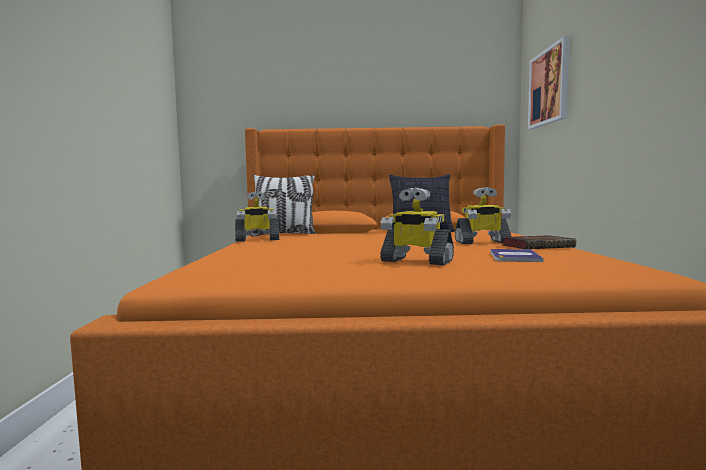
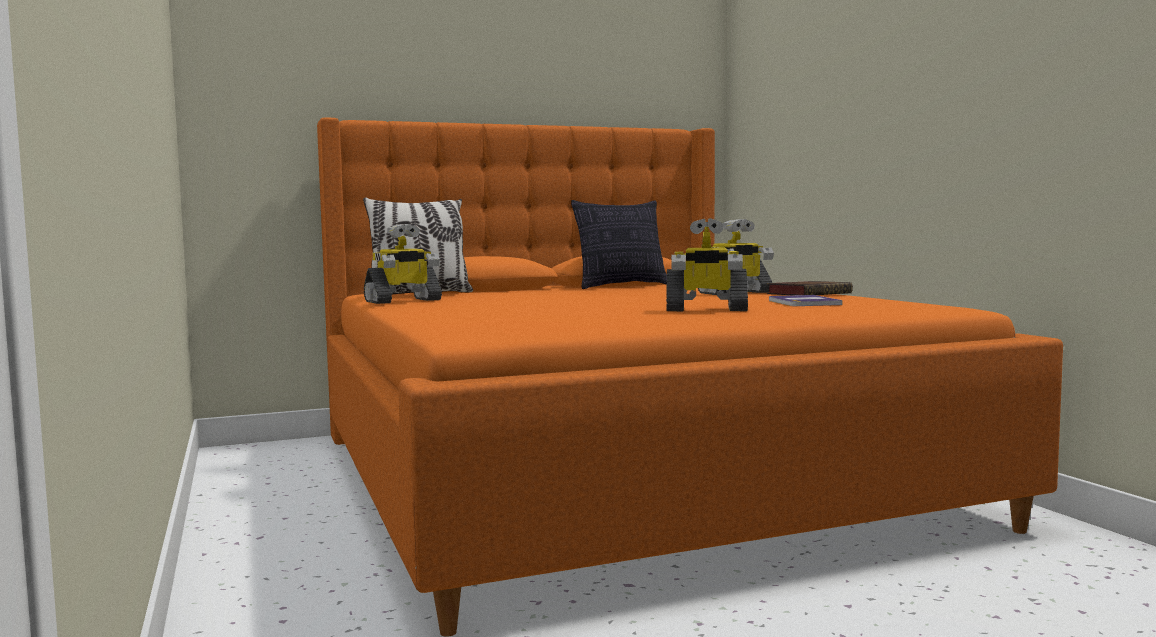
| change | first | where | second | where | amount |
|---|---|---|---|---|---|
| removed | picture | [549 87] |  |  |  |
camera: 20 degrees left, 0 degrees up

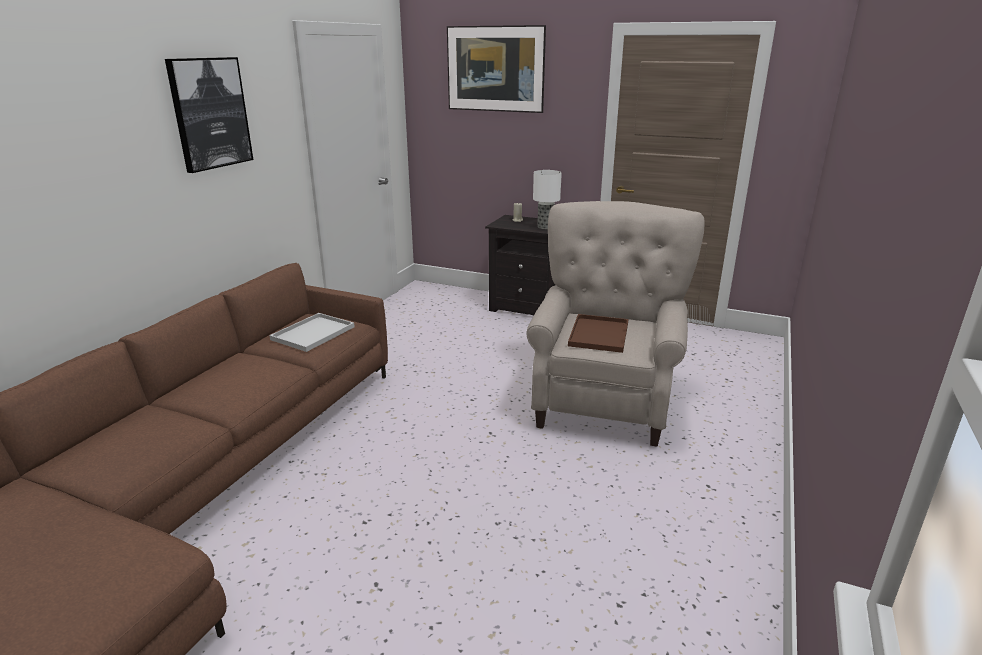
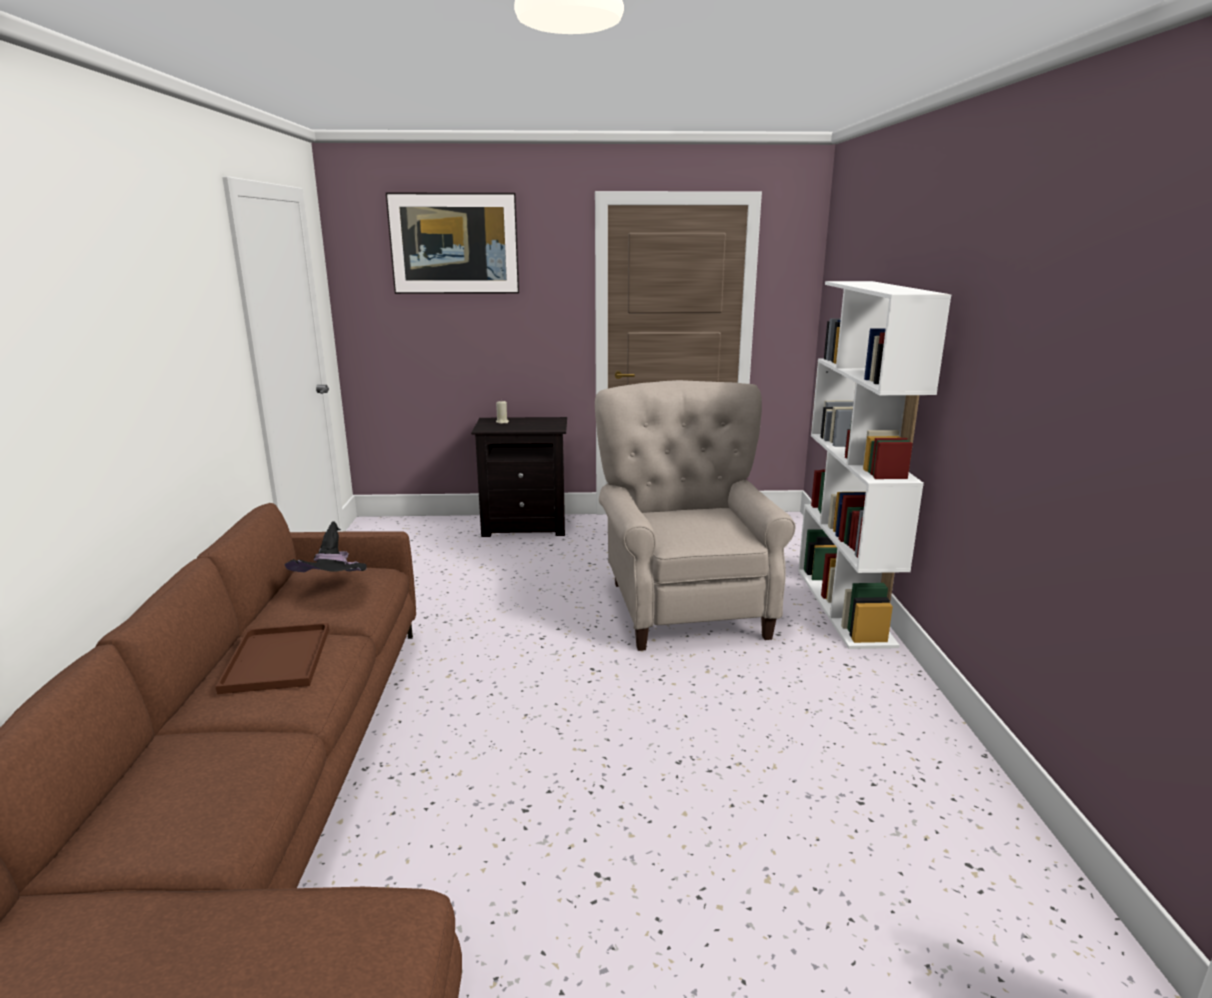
| change | first | where | second | where | amount |
|---|---|---|---|---|---|
| removed | picture | [210 113] |  |  |  |
| replaced | white tray | [312 334] | black hat | [335 592] |  |
| removed | table lamp | [545 227] |  |  |  |
| moved | brown tray | [599 335] |  | [278 660] |  |
| added |  |  | white bookcase | [844 606] |  |
camera: 25 degrees left, 5 degrees down

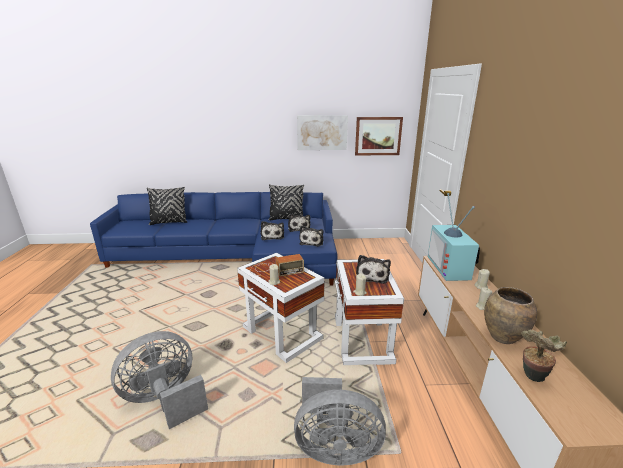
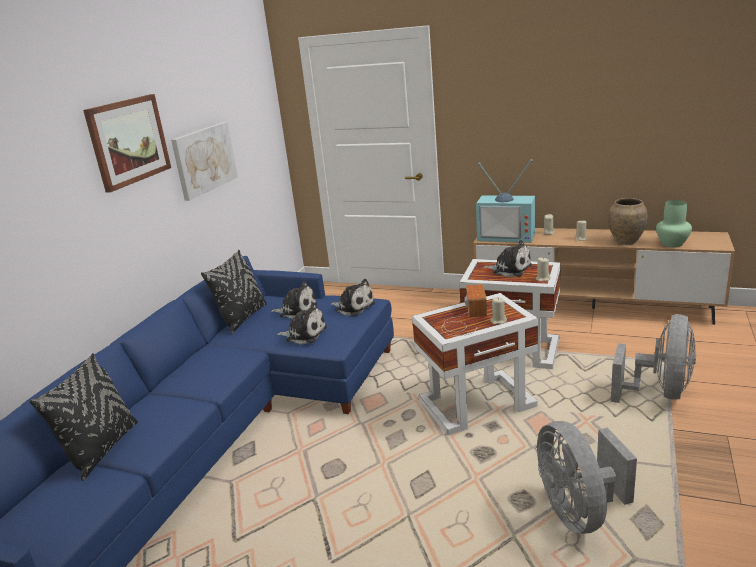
| change | first | where | second | where | amount |
|---|---|---|---|---|---|
| moved | picture | [378 136] |  | [128 141] |  |
| replaced | potted plant | [531 377] | green vase | [672 244] |  |
camera: 65 degrees left, 0 degrees up

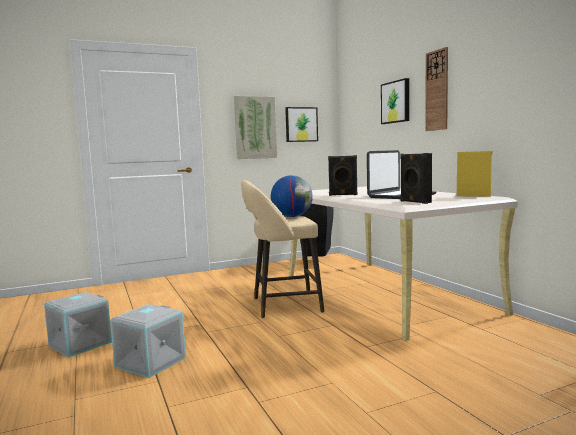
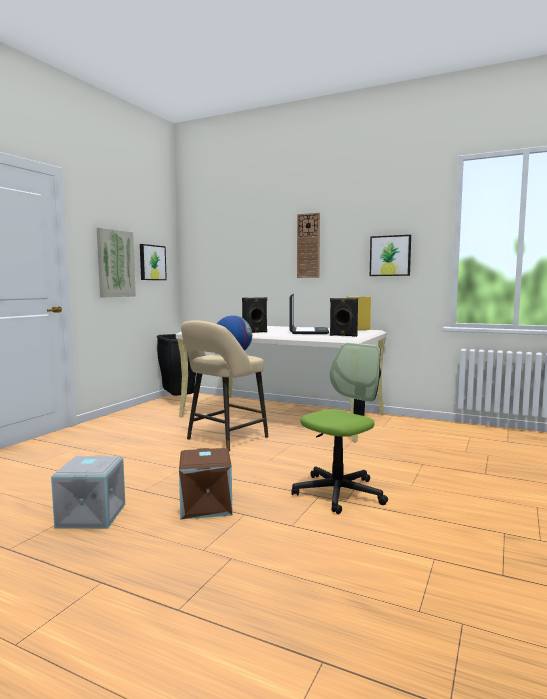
| change | first | where | second | where | amount |
|---|---|---|---|---|---|
| recoloured | grey storage box | [151 362] | brown storage box | [207 506] |  |
| moved | picture | [396 102] |  | [390 256] |  |
| added |  |  | office chair | [339 493] |  |
camera: 40 degrees left, 0 degrees up

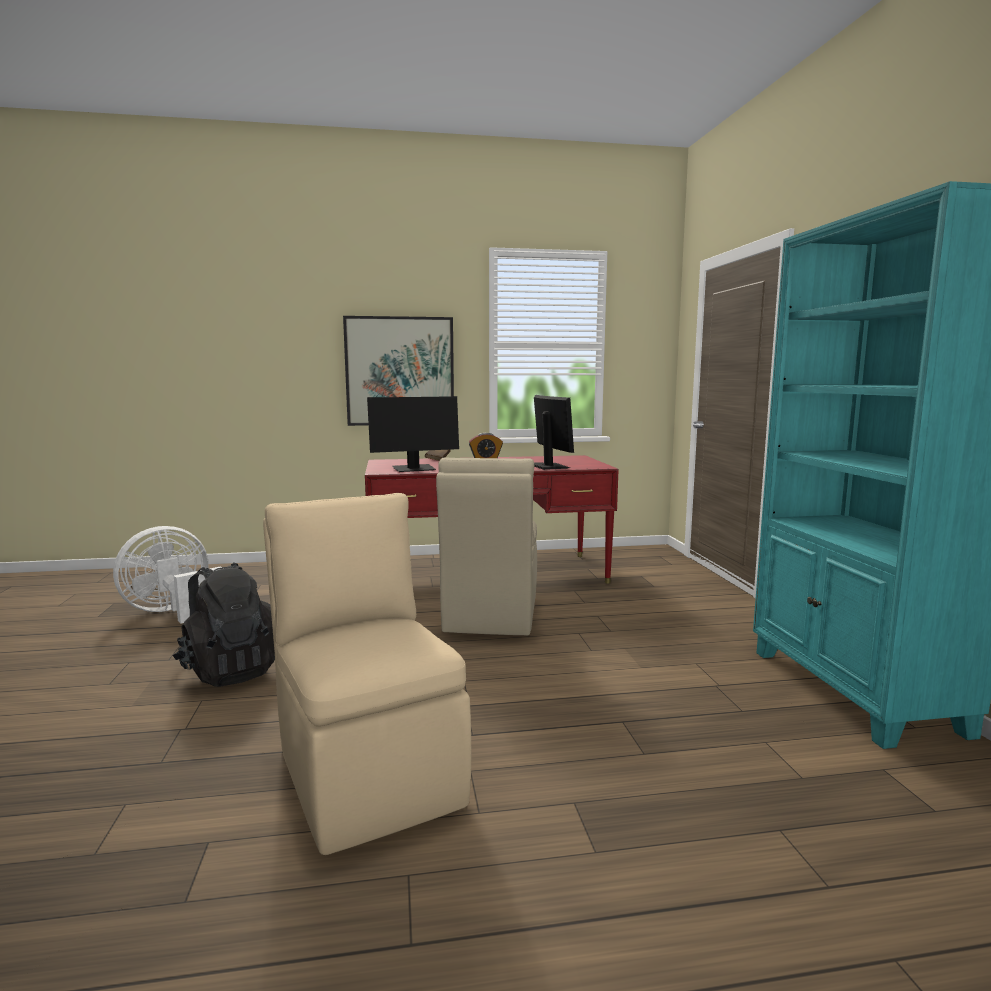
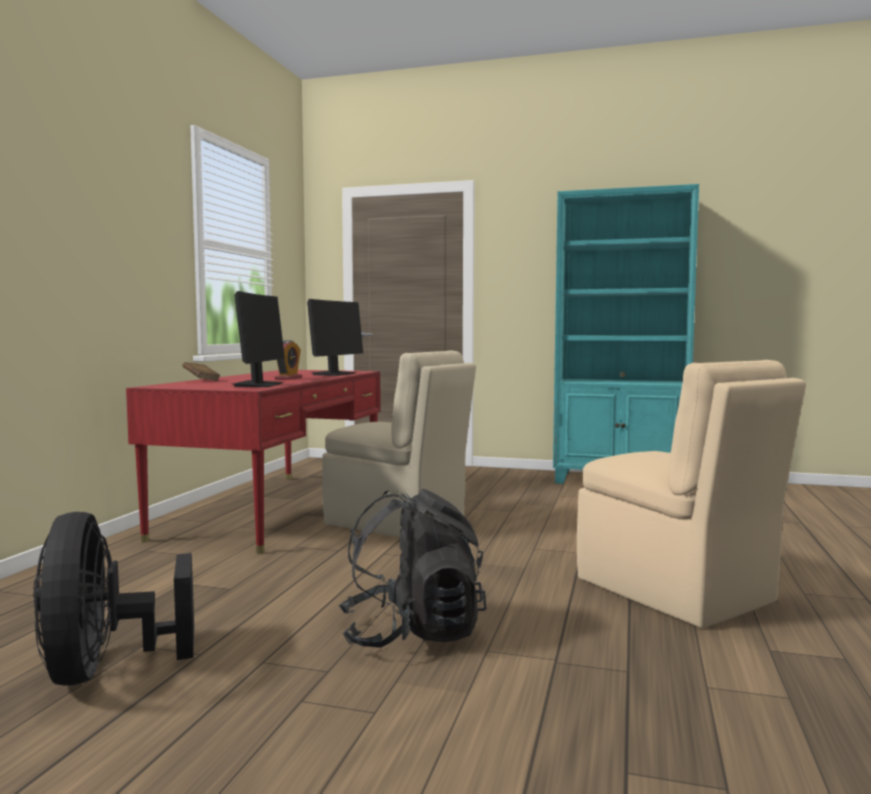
| change | first | where | second | where | amount |
|---|---|---|---|---|---|
| recoloured | white fan | [174 612] | black fan | [105 669] |  |
| turned | beige chair | [368 773] |  | [677 592] | 120 degrees counterclockwise |
| removed | picture | [400 371] |  |  |  |
| turned | monitor | [549 466] |  | [334 374] | 105 degrees clockwise |
camera: 65 degrees left, 5 degrees down

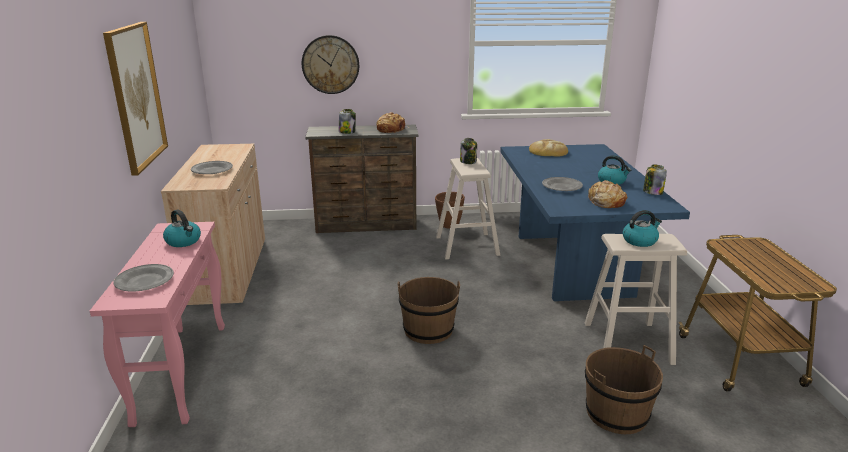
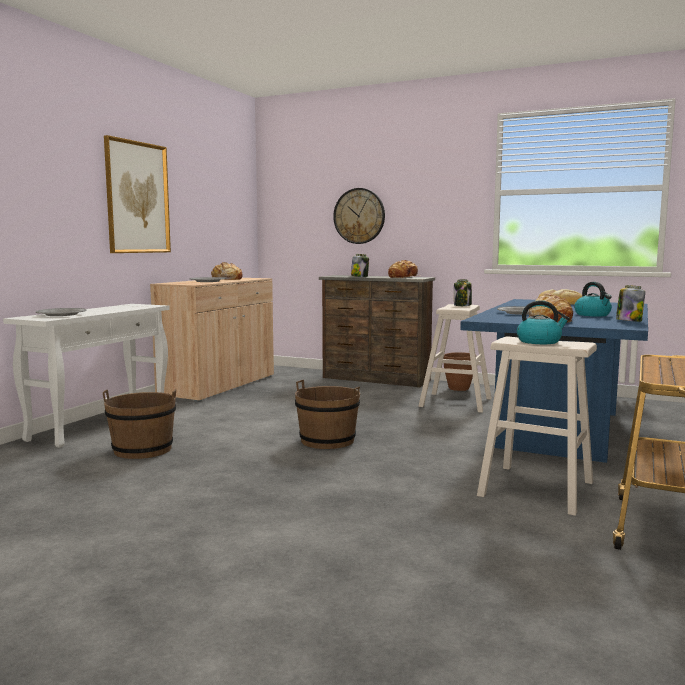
| change | first | where | second | where | amount |
|---|---|---|---|---|---|
| recoloured | pink console table | [182 371] | white console table | [101 424] |  |
| removed | kettle | [184 241] |  |  |  |
| moved | brown bucket | [617 414] |  | [142 450] |  |
| added |  |  | bread | [226 279] |  |
camera: 30 degrees right, 15 degrees down

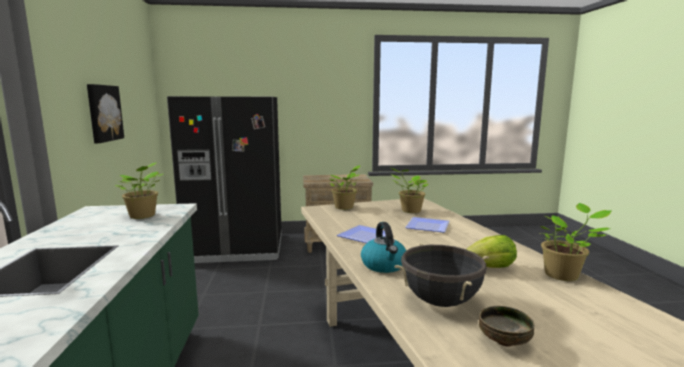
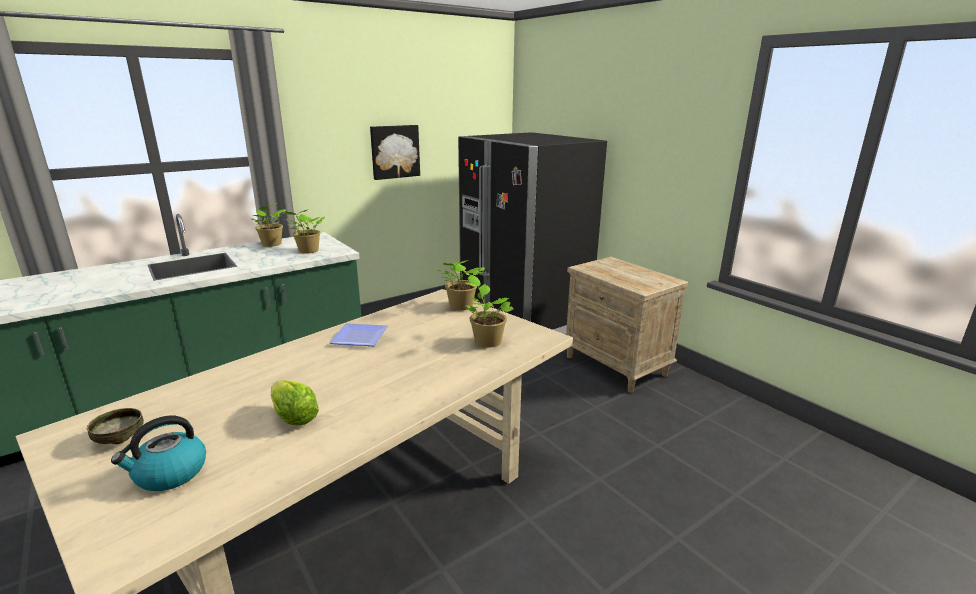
| change | first | where | second | where | amount |
|---|---|---|---|---|---|
| moved | kettle | [384 265] |  | [170 474] |  |
| removed | black cooking pot | [440 301] |  |  |  |
| removed | plate | [429 226] |  |  |  |
| moved | potted plant | [564 275] |  | [271 244] |  |
camera: 60 degrees right, 10 degrees up

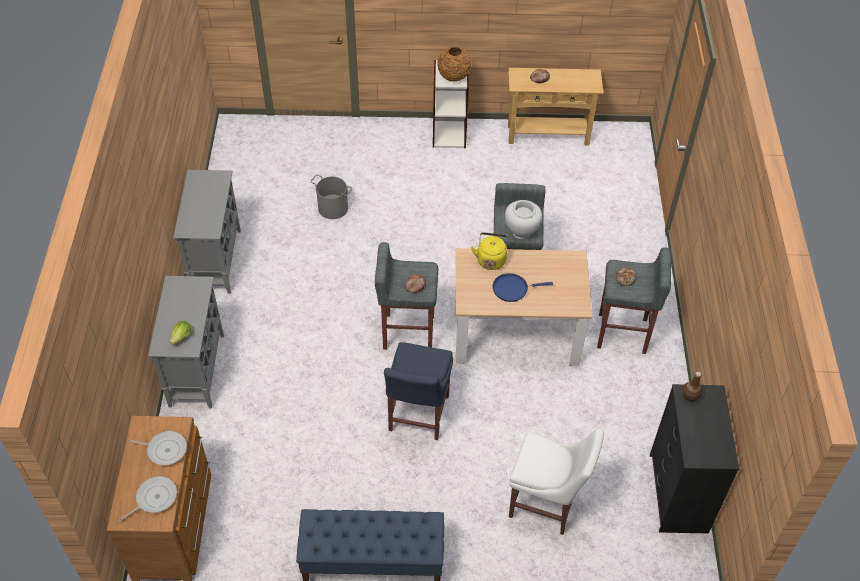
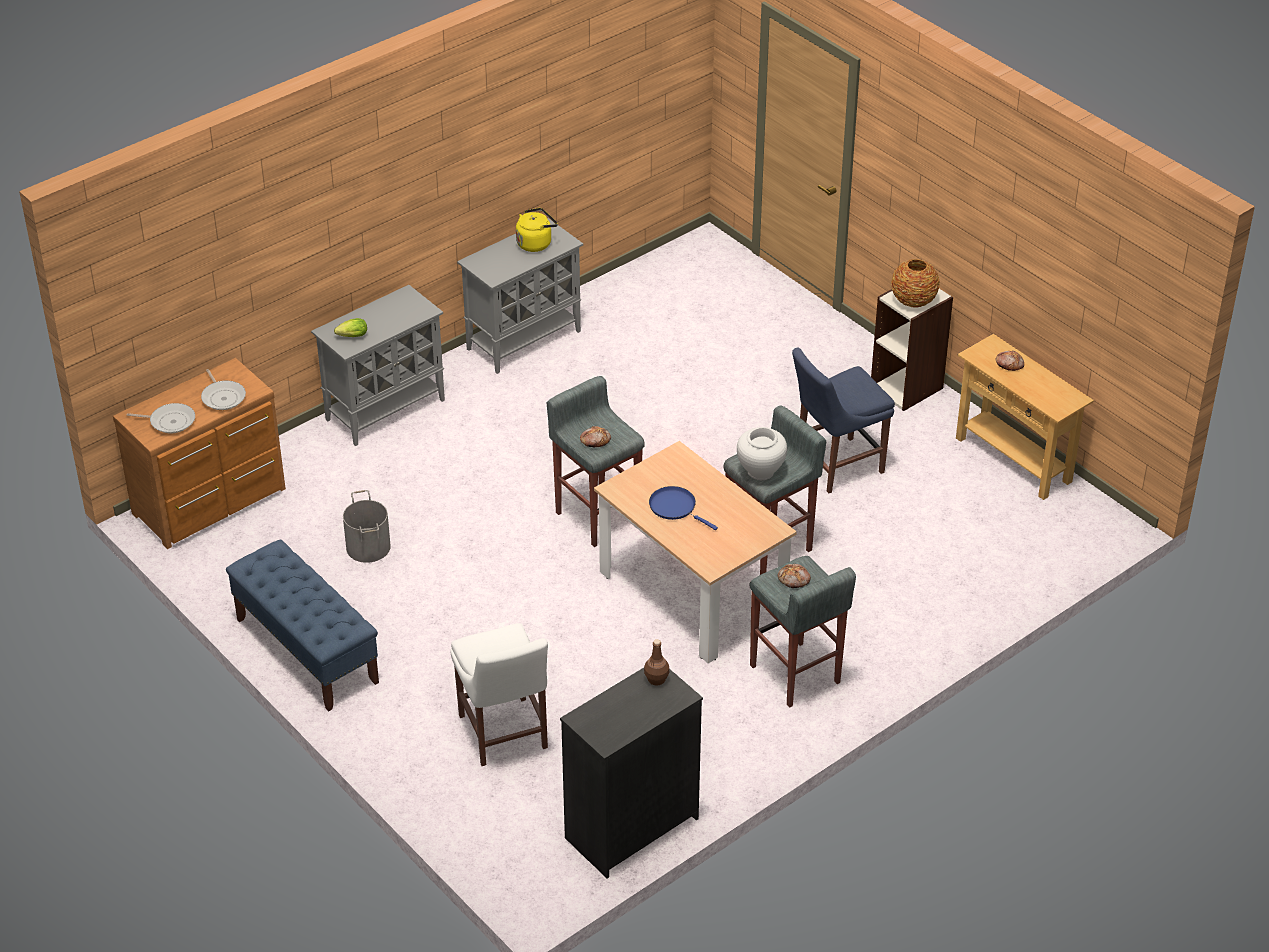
| change | first | where | second | where | amount |
|---|---|---|---|---|---|
| moved | grey bucket | [333 208] |  | [367 547] |  |
| moved | blue chair | [417 416] |  | [835 466] |  |
| moved | yellow kettle | [491 259] |  | [536 243] |  |
camera: 50 degrees right, 10 degrees down

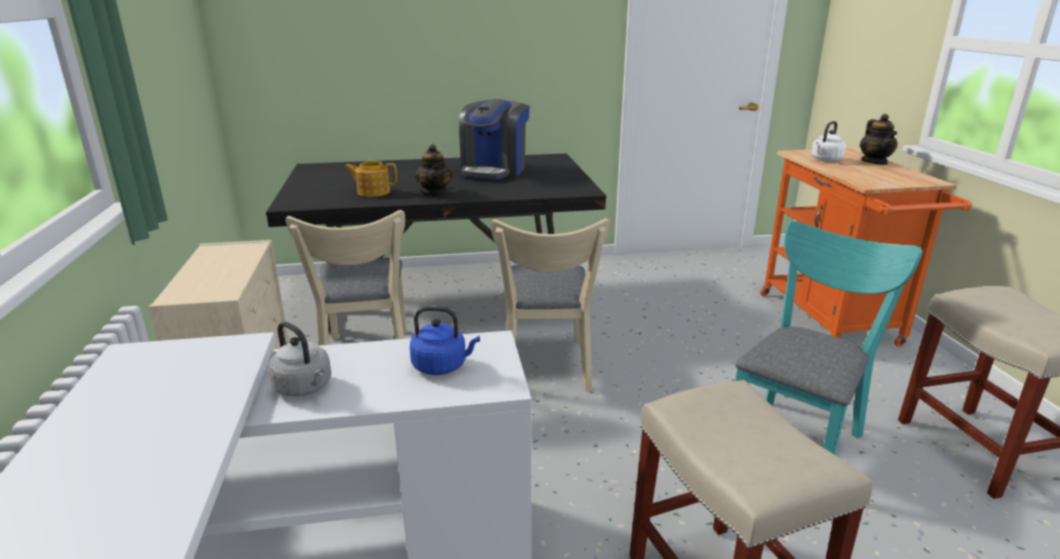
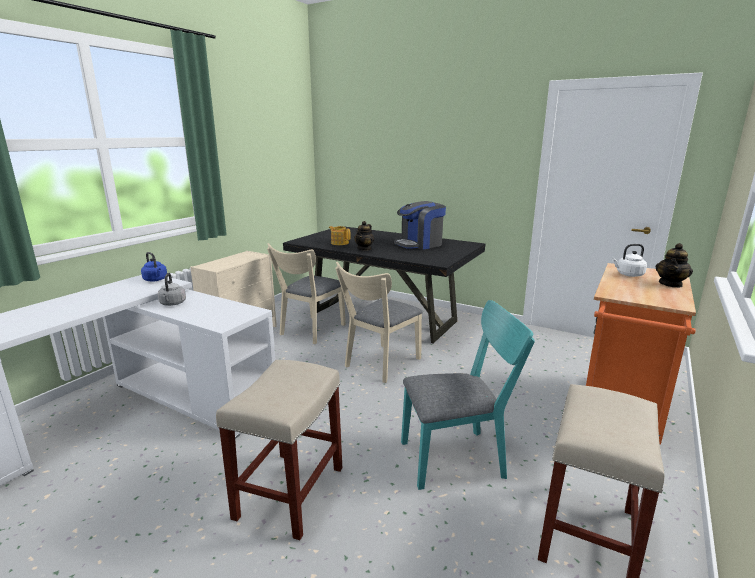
| change | first | where | second | where | amount |
|---|---|---|---|---|---|
| moved | blue kettle | [442 366] |  | [156 280] |  |
camera: 40 degrees right, 5 degrees down

